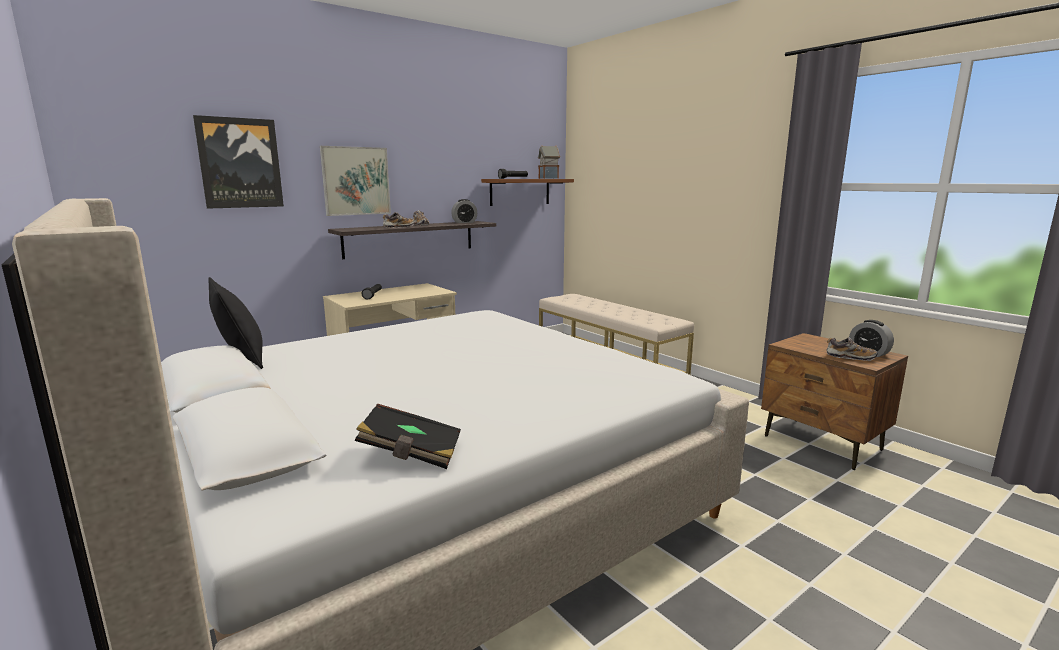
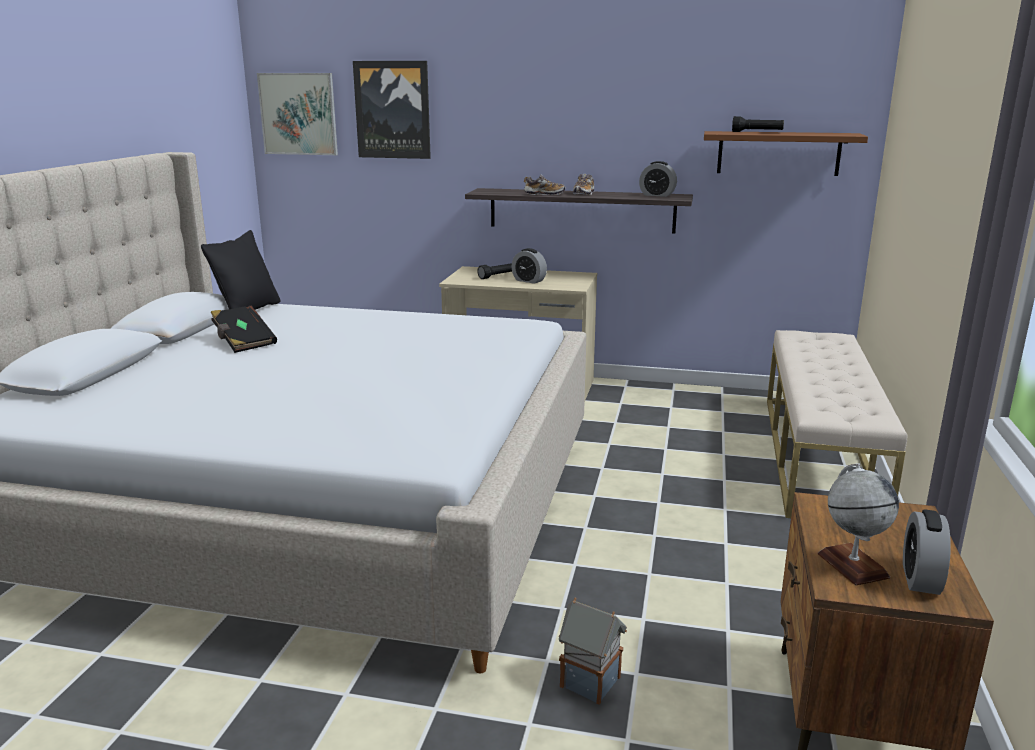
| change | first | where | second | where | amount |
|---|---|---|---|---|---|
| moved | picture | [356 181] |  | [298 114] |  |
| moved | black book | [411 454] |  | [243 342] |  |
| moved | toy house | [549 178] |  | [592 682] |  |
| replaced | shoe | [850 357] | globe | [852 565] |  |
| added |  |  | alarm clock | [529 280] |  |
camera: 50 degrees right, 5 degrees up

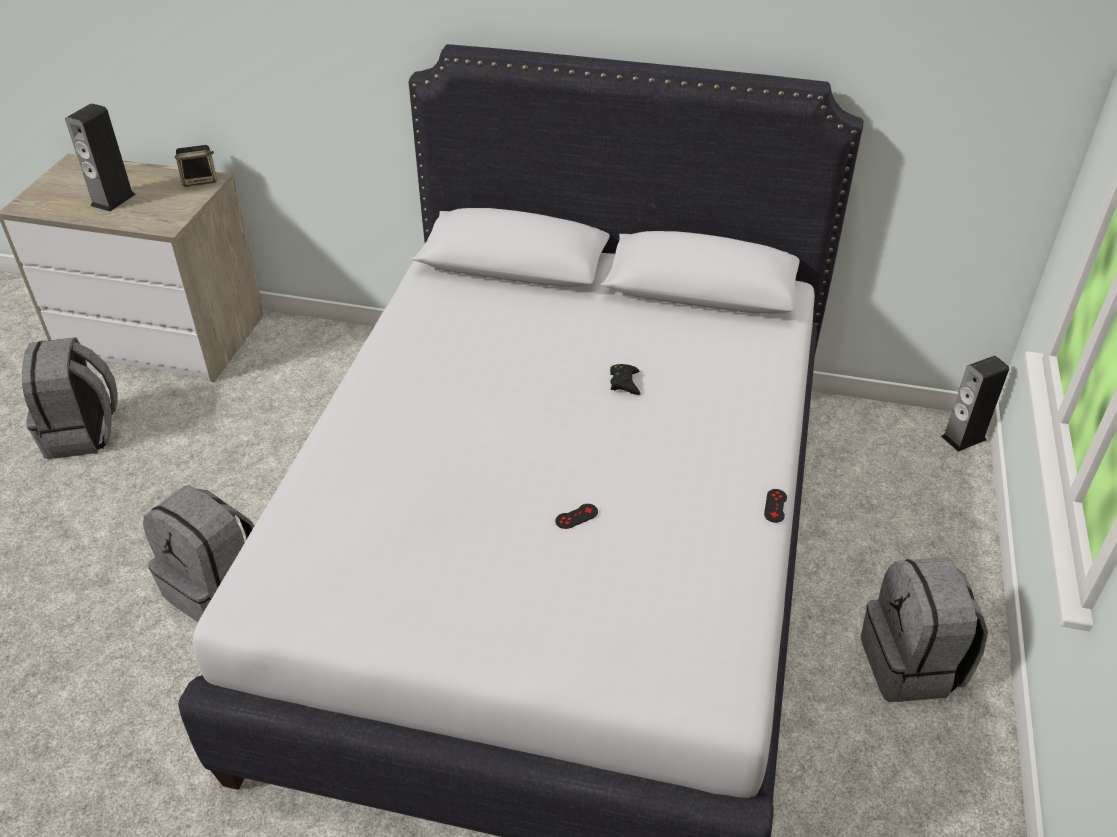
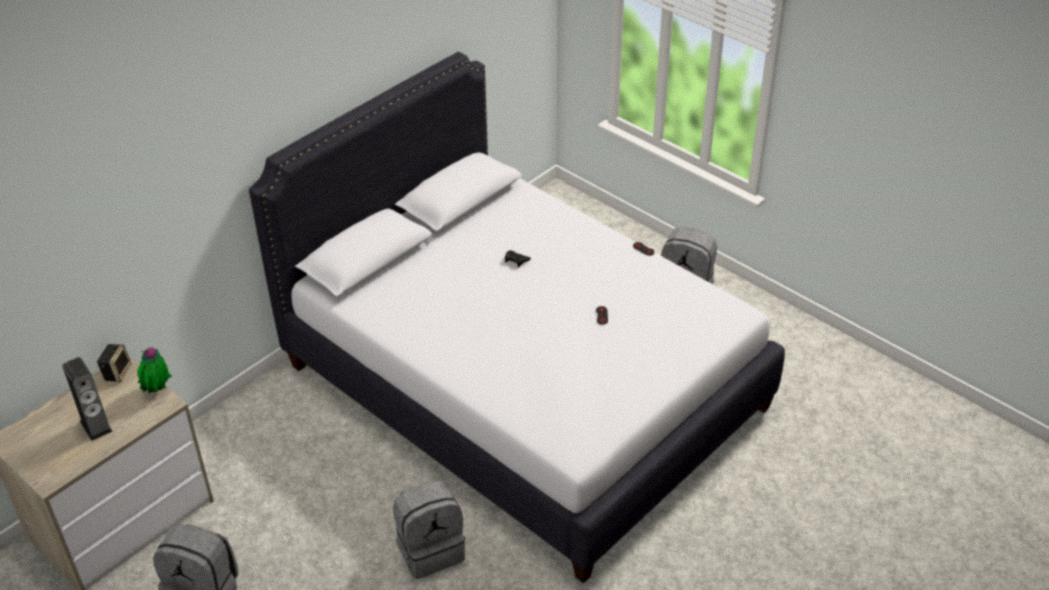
| change | first | where | second | where | amount |
|---|---|---|---|---|---|
| removed | speaker | [963 438] |  |  |  |
| added |  |  | potted plant | [158 391] |  |
camera: 60 degrees left, 0 degrees up

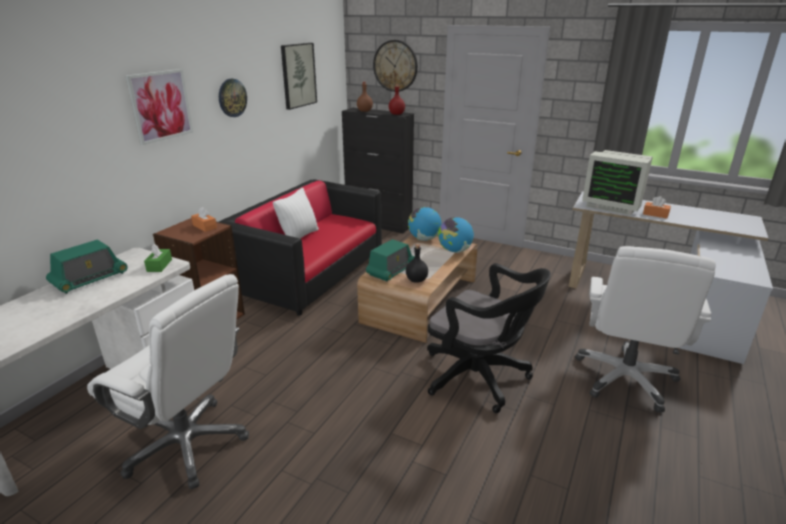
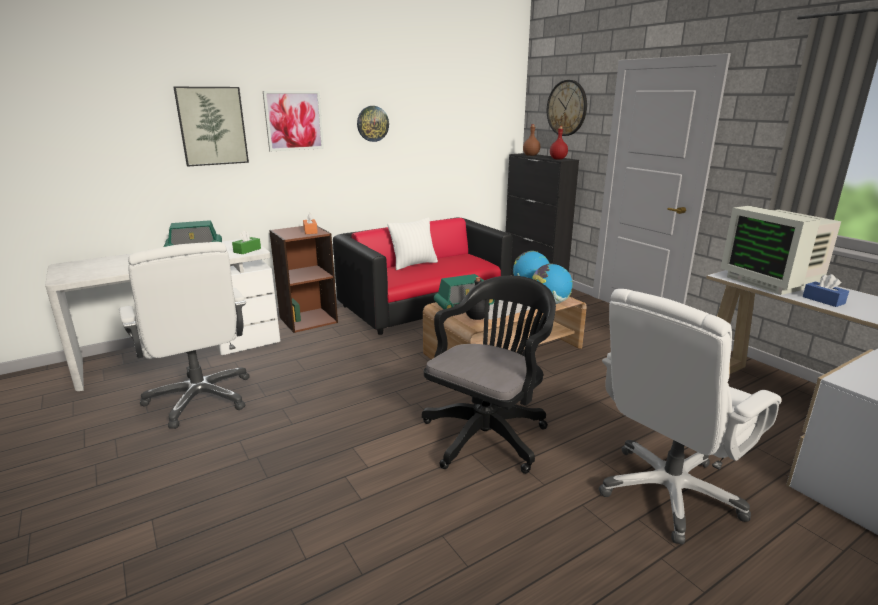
| change | first | where | second | where | amount |
|---|---|---|---|---|---|
| moved | picture | [298 75] |  | [212 126] |  |
| turned | black office chair | [480 378] |  | [488 433] | 120 degrees counterclockwise |
| recoloured | orange tissue box | [655 214] | blue tissue box | [823 300] |  |
camera: 30 degrees right, 5 degrees down

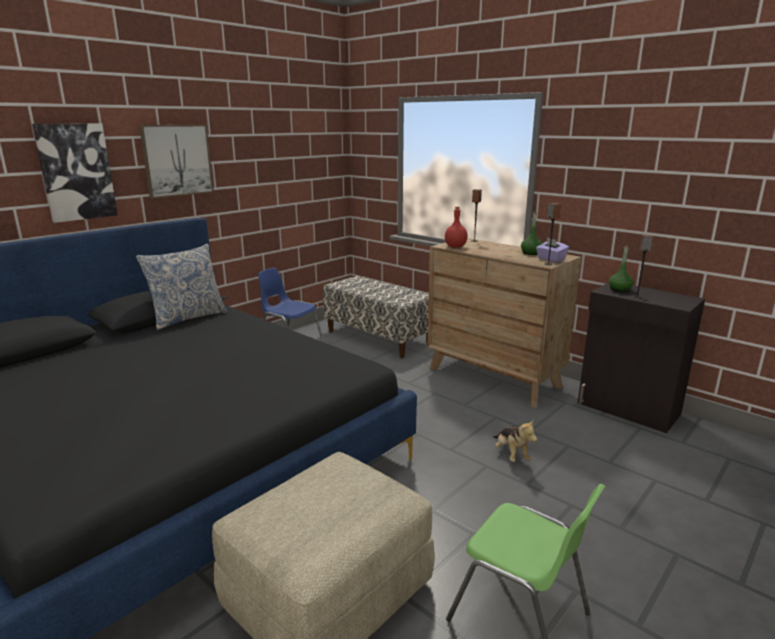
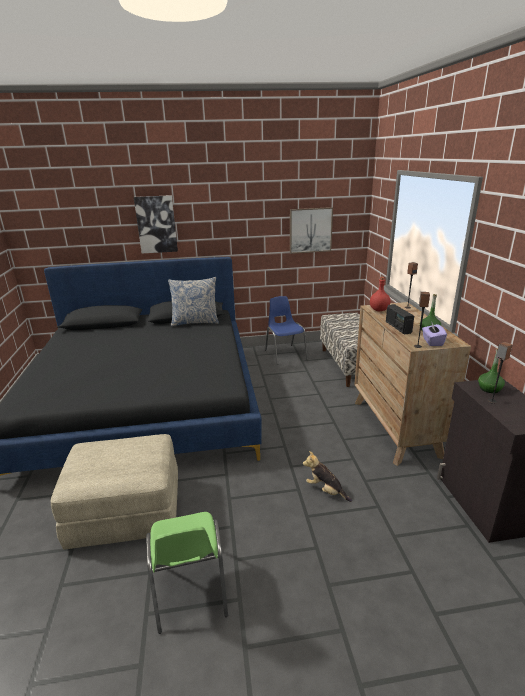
| change | first | where | second | where | amount |
|---|---|---|---|---|---|
| moved | picture | [177 160] |  | [310 230] |  |
| turned | plush toy | [511 454] |  | [325 490] | 105 degrees clockwise |
| added |  |  | radio | [398 327] |  |
camera: 40 degrees right, 5 degrees up

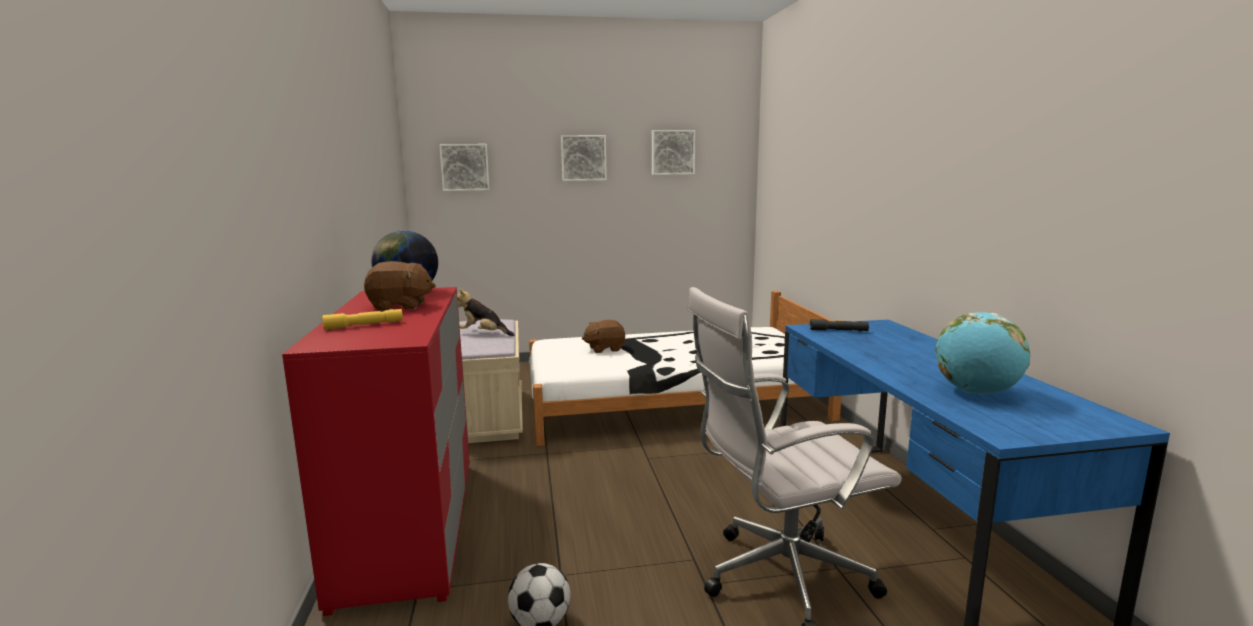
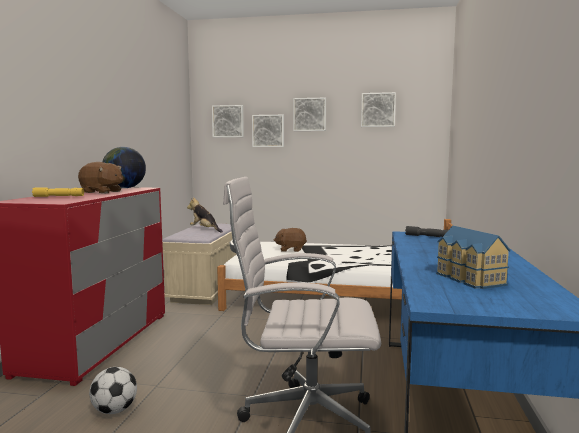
| change | first | where | second | where | amount |
|---|---|---|---|---|---|
| replaced | globe | [976 393] | toy house | [468 279] |  |
| added |  |  | picture | [268 131] |  |
camera: 20 degrees right, 5 degrees down

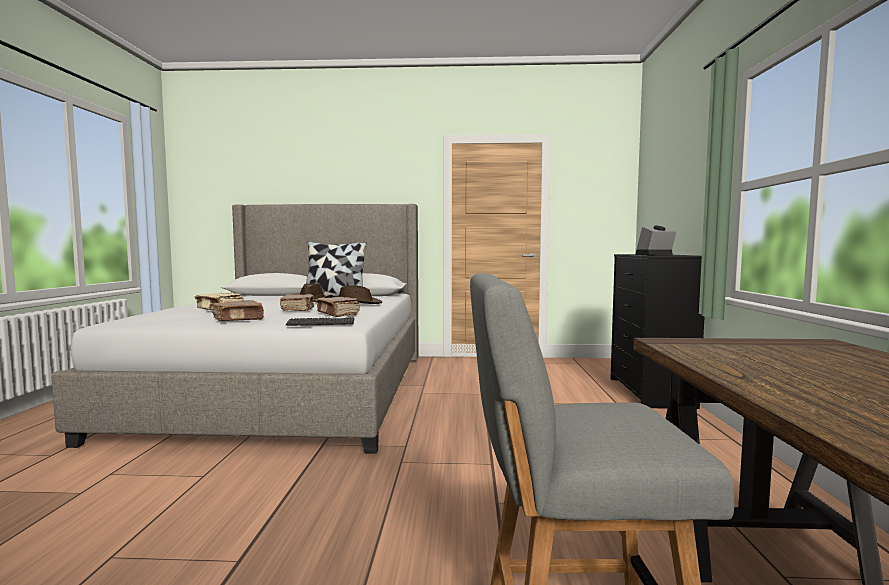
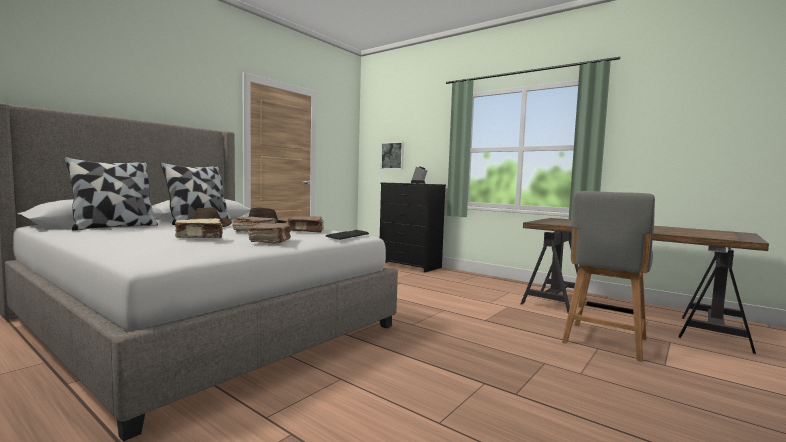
| change | first | where | second | where | amount |
|---|---|---|---|---|---|
| added |  |  | pillow | [114 227] |  |
| added |  |  | picture | [393 155] |  |
camera: 55 degrees left, 0 degrees up

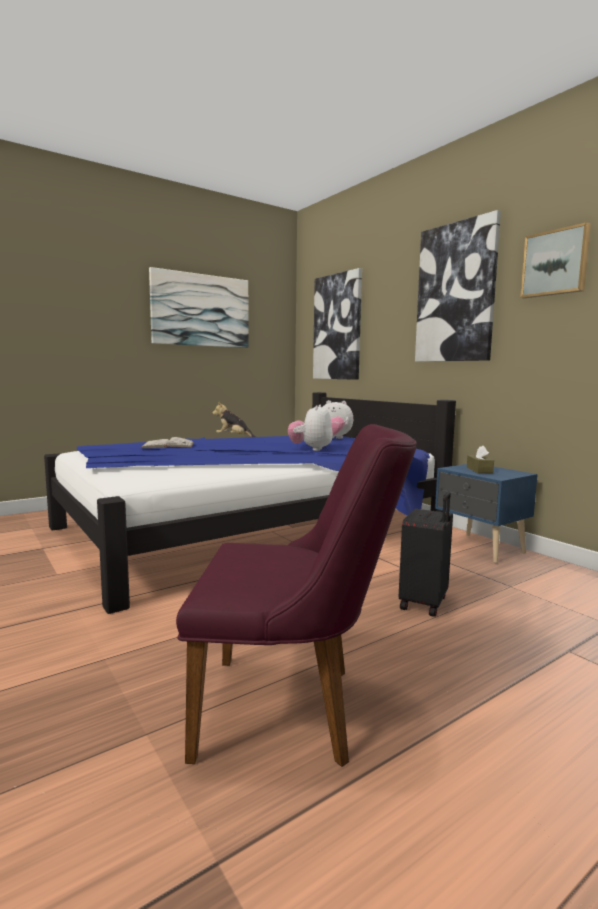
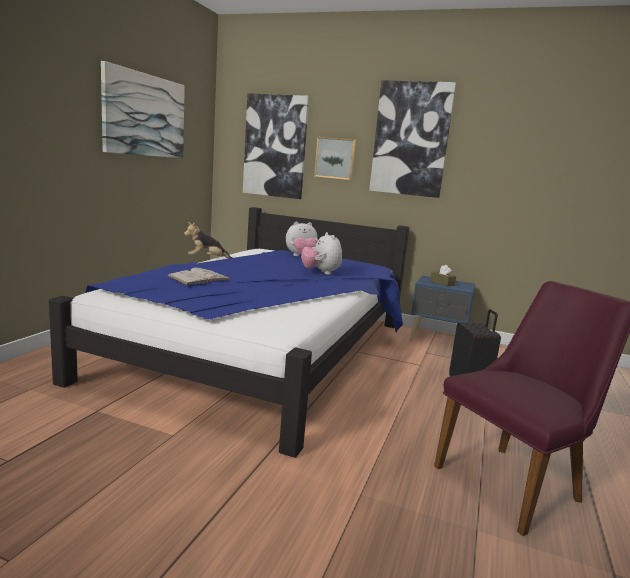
| change | first | where | second | where | amount |
|---|---|---|---|---|---|
| moved | picture | [555 263] |  | [335 158] |  |
camera: 35 degrees left, 5 degrees up

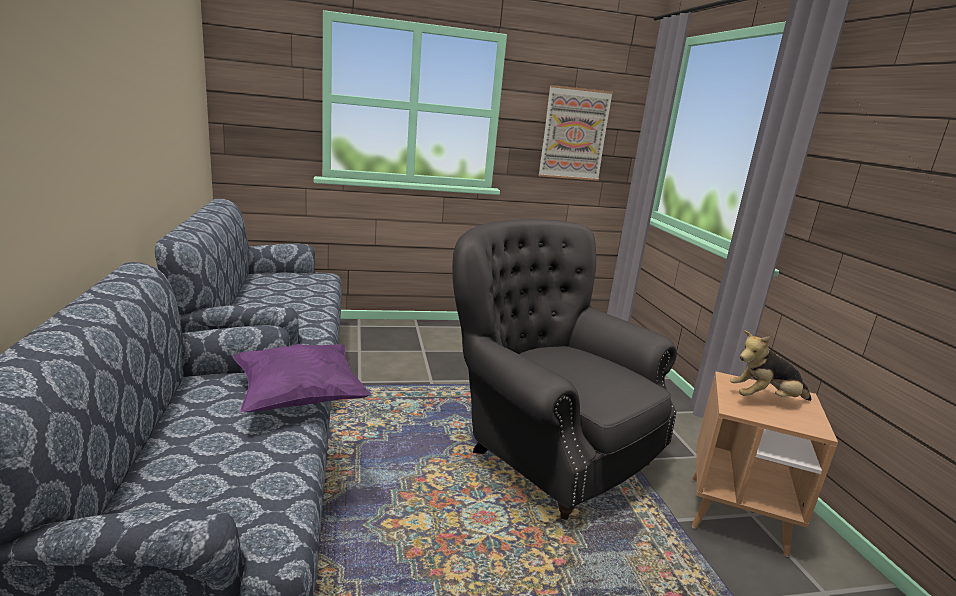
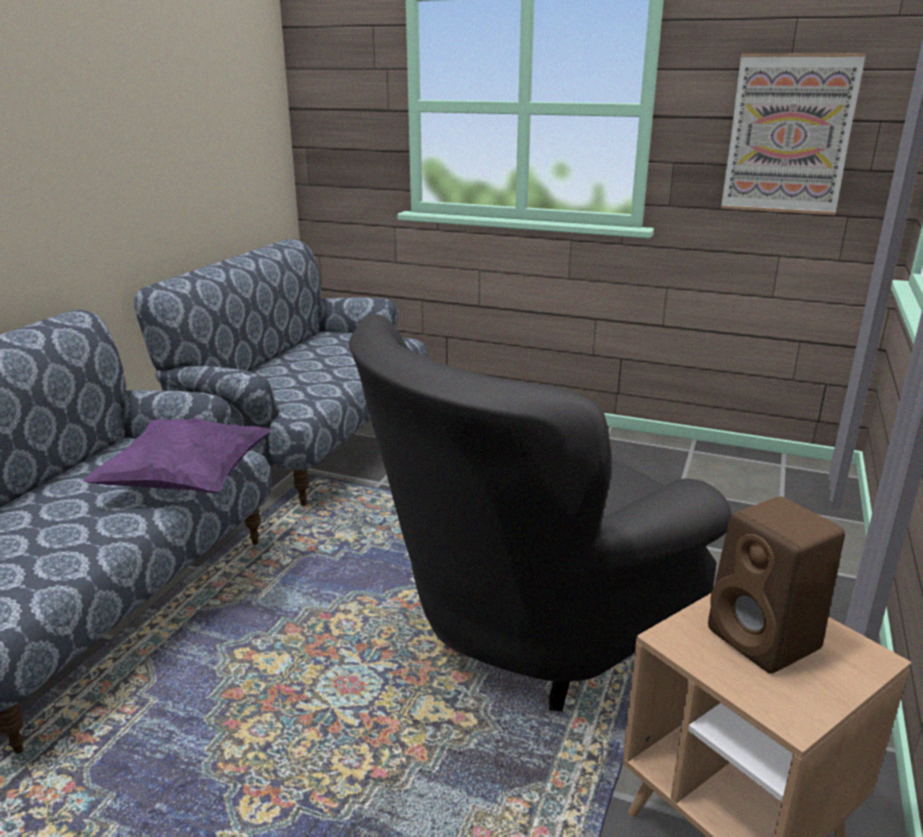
| change | first | where | second | where | amount |
|---|---|---|---|---|---|
| turned | grey armchair | [547 448] |  | [527 628] | 120 degrees counterclockwise |
| replaced | plush toy | [765 400] | brown speaker | [766 641] |  |
camera: 35 degrees right, 5 degrees up

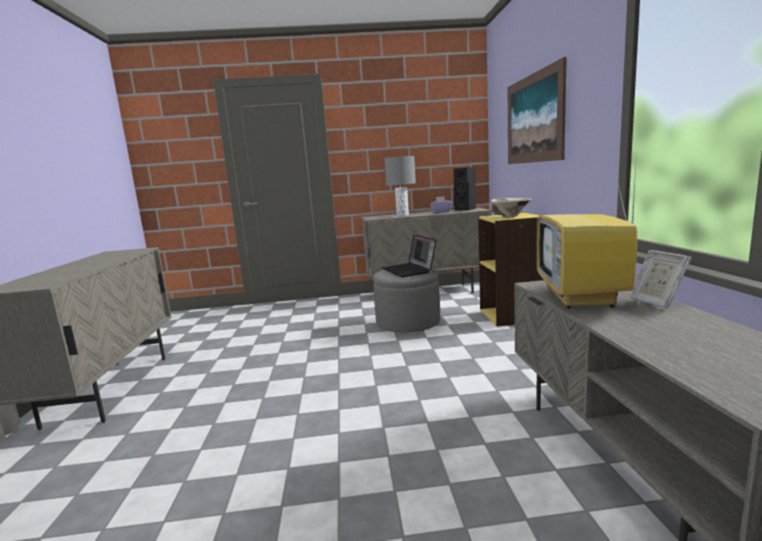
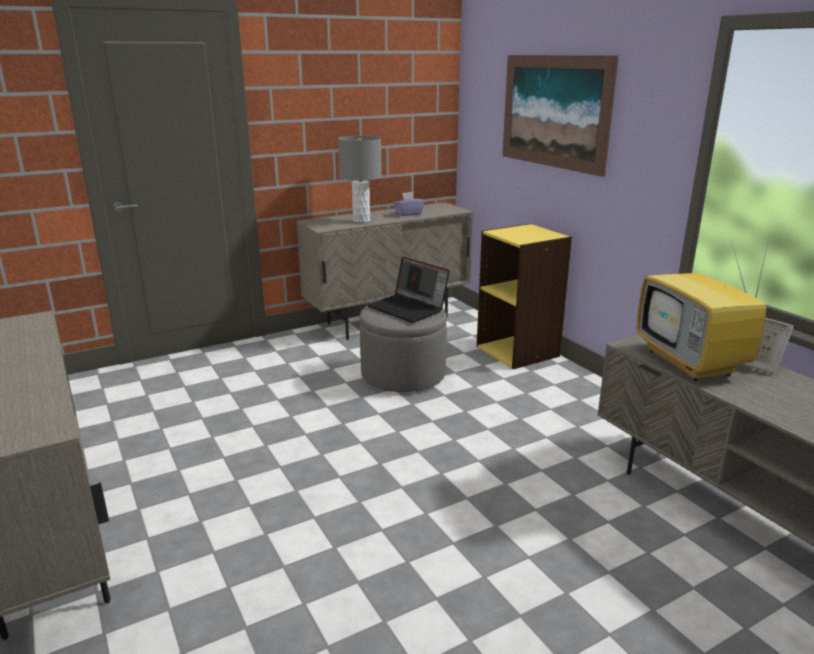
| change | first | where | second | where | amount |
|---|---|---|---|---|---|
| removed | black speaker | [466 209] |  |  |  |
| removed | beige bowl | [510 216] |  |  |  |
camera: 25 degrees left, 10 degrees up

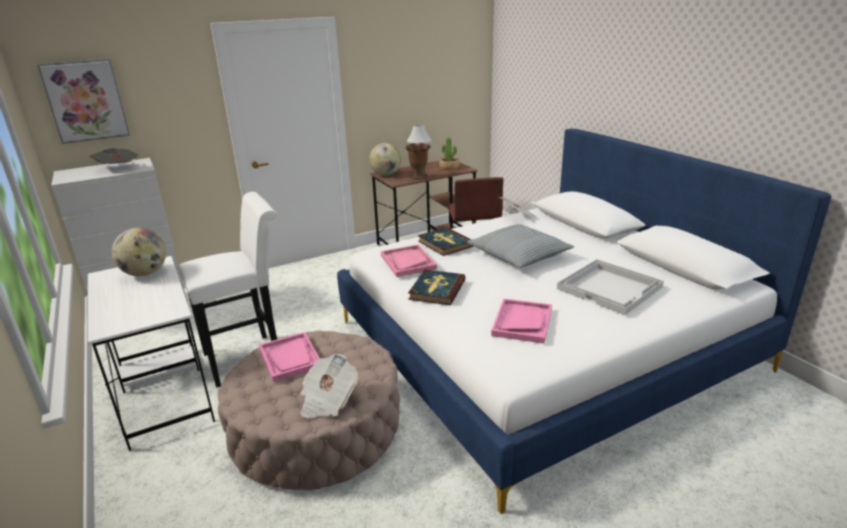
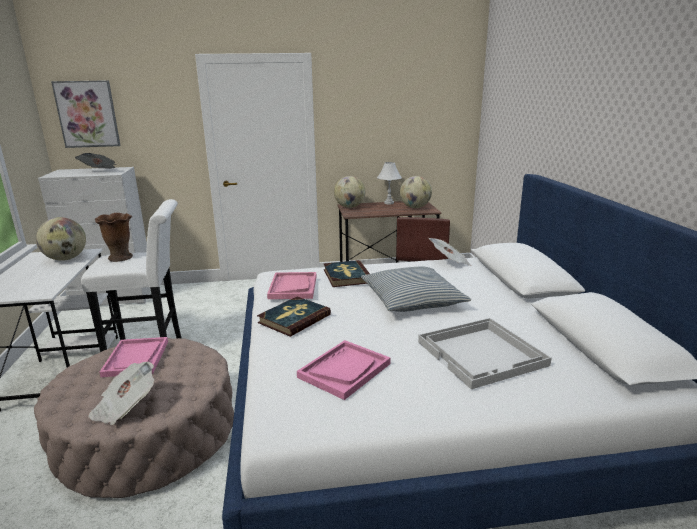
| change | first | where | second | where | amount |
|---|---|---|---|---|---|
| moved | brown vase | [419 177] |  | [120 257] |  |
| replaced | potted plant | [449 167] | globe | [415 207] |  |
camera: 20 degrees right, 5 degrees down

